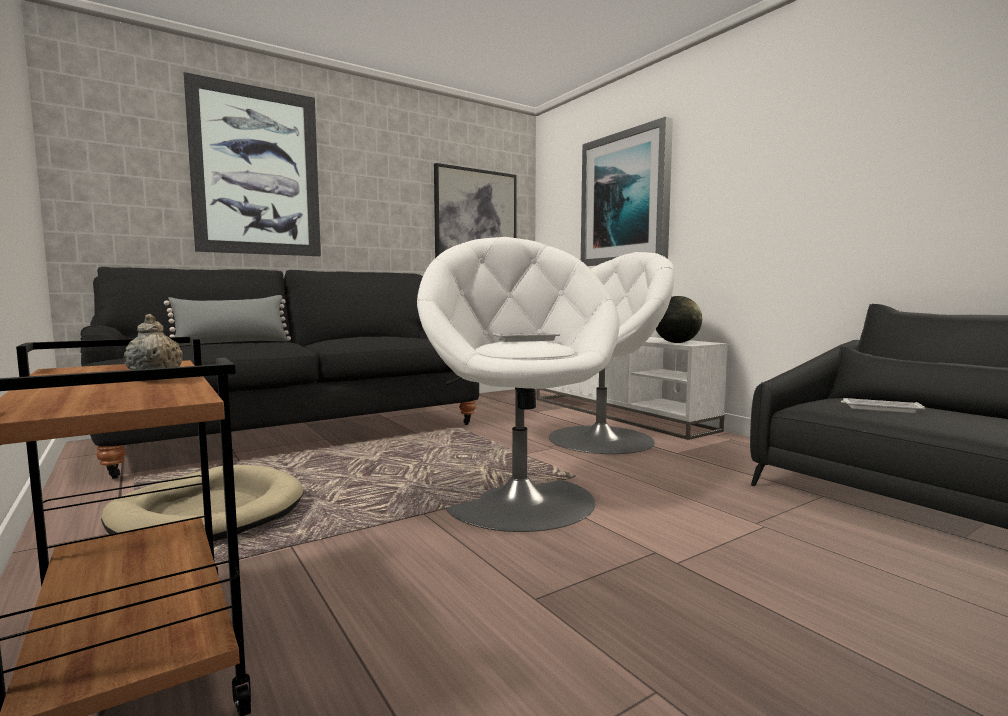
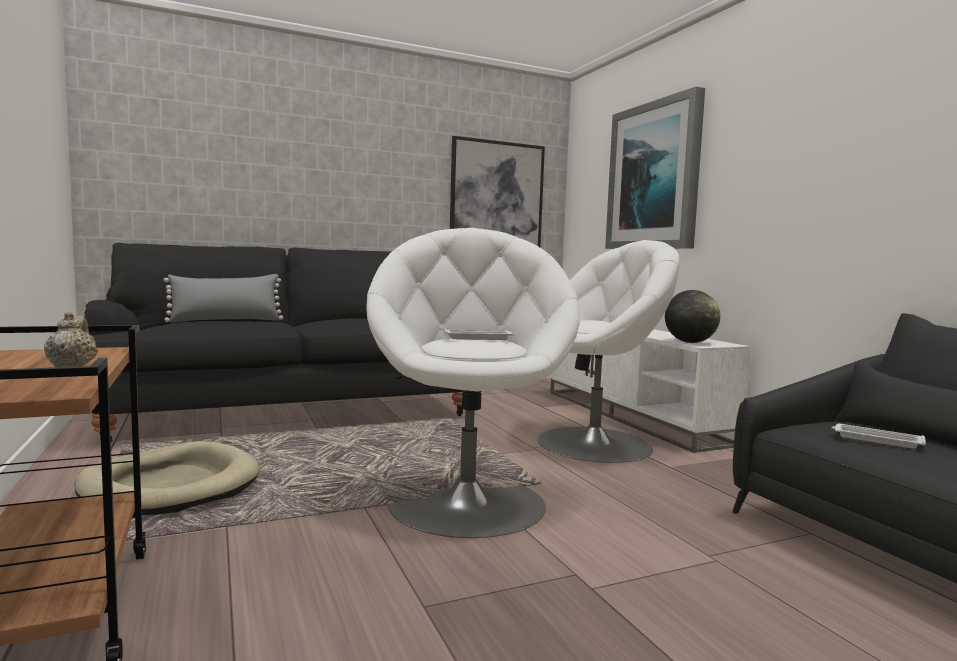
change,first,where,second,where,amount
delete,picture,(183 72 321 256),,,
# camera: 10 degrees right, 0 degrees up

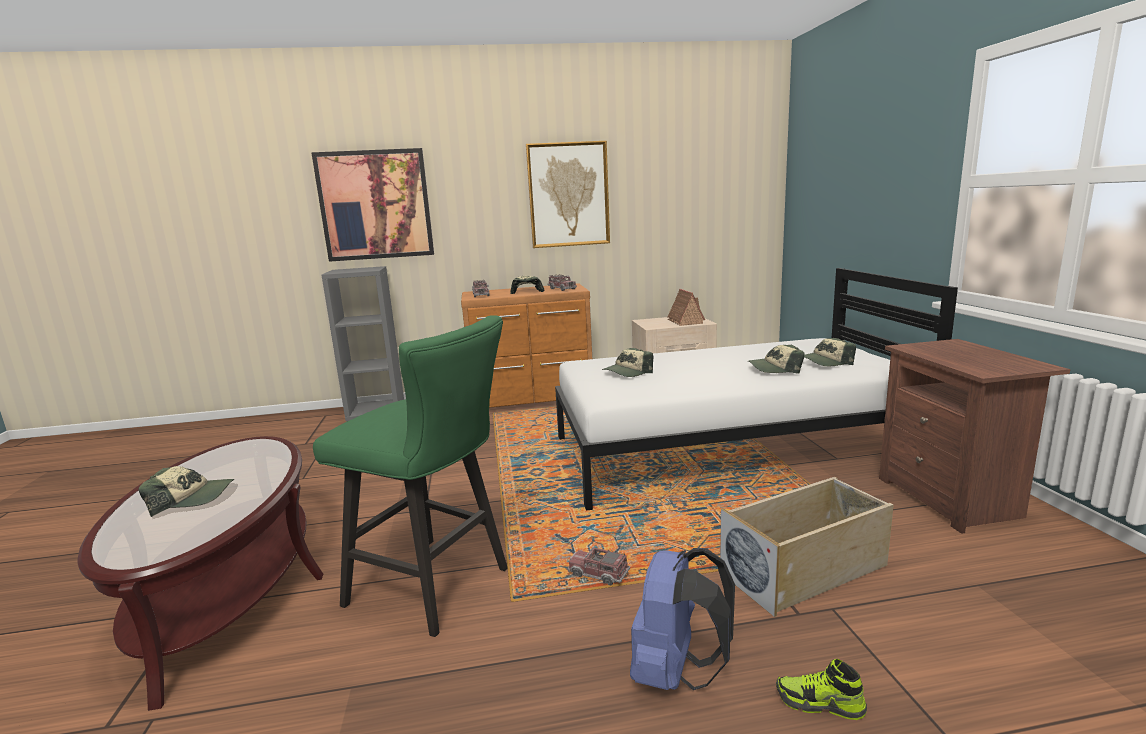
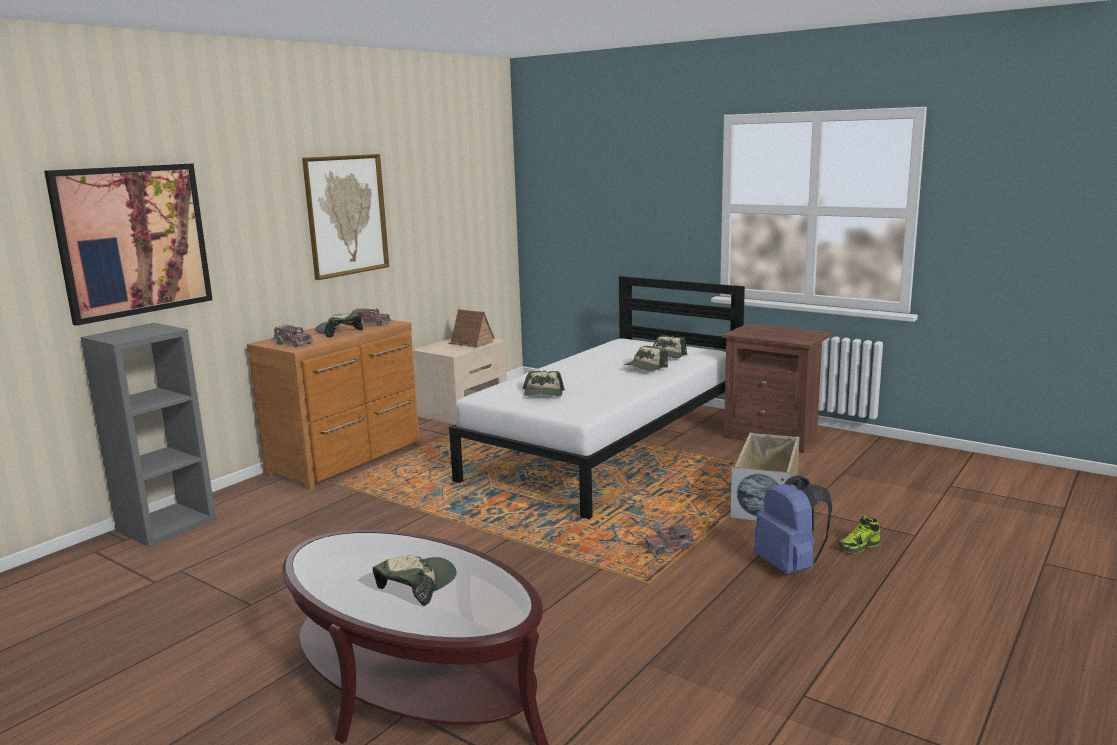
change,first,where,second,where,amount
delete,stool/green,(313 315 508 637),,,
# camera: 45 degrees left, 0 degrees up

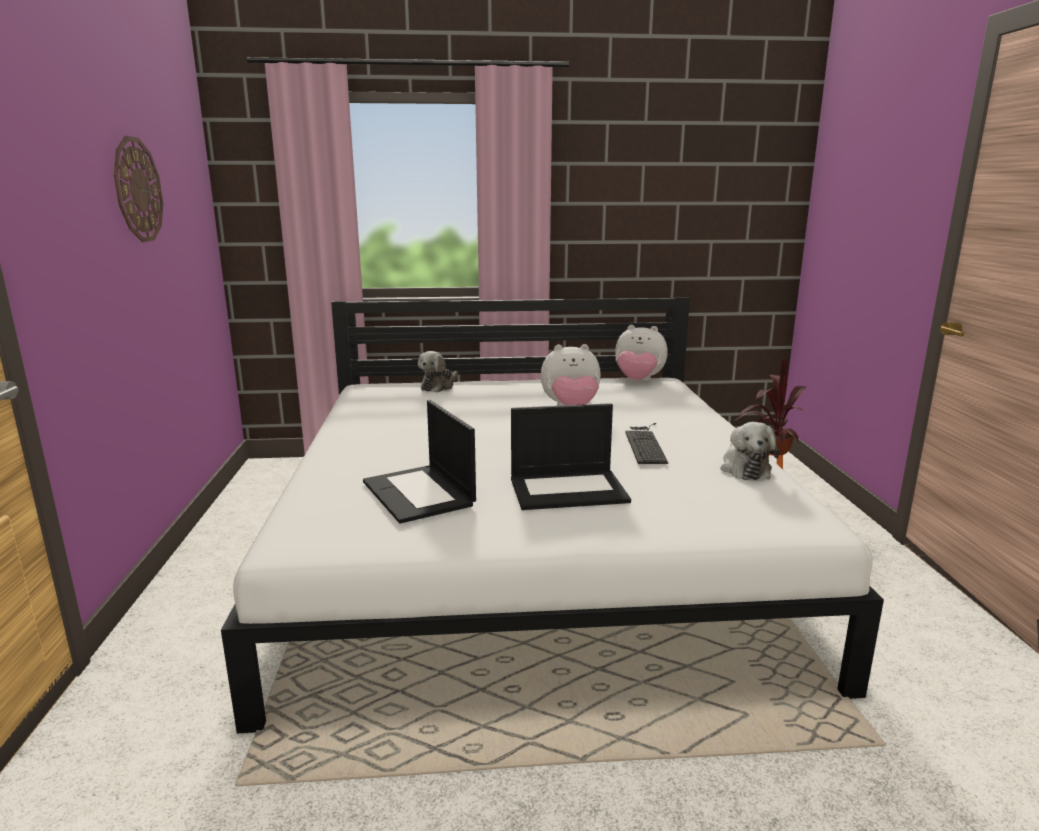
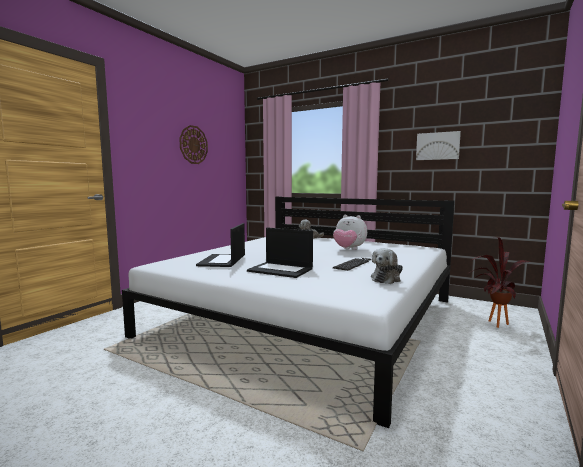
change,first,where,second,where,amount
insert,,,picture,(416 131 461 160),
delete,plush toy,(615 325 668 381),,,
# camera: 35 degrees right, 10 degrees down

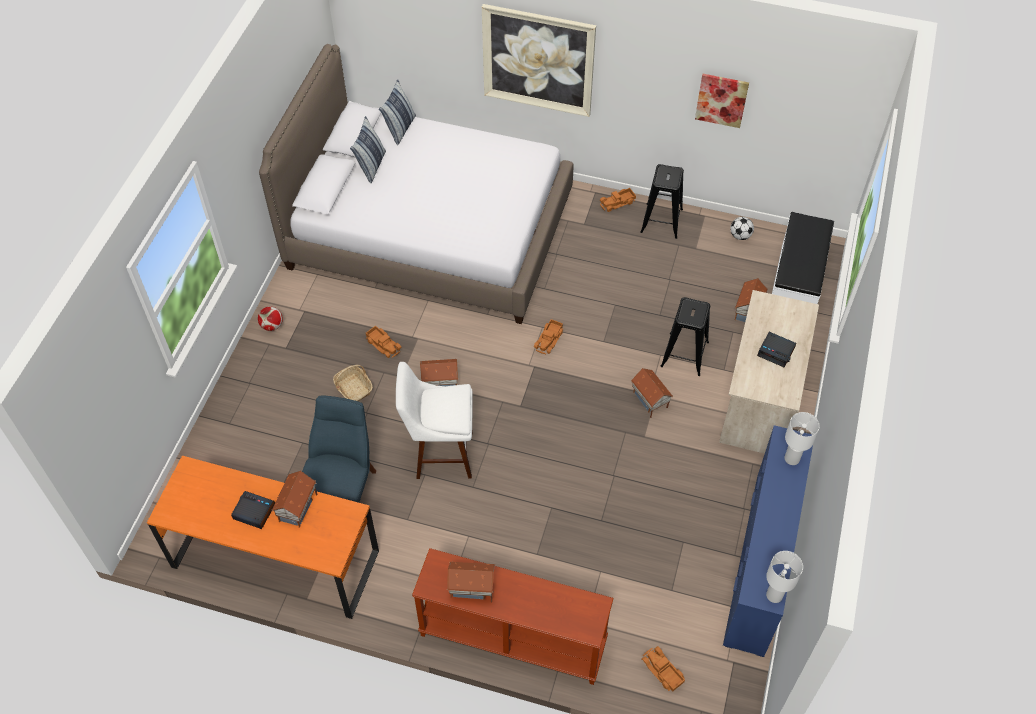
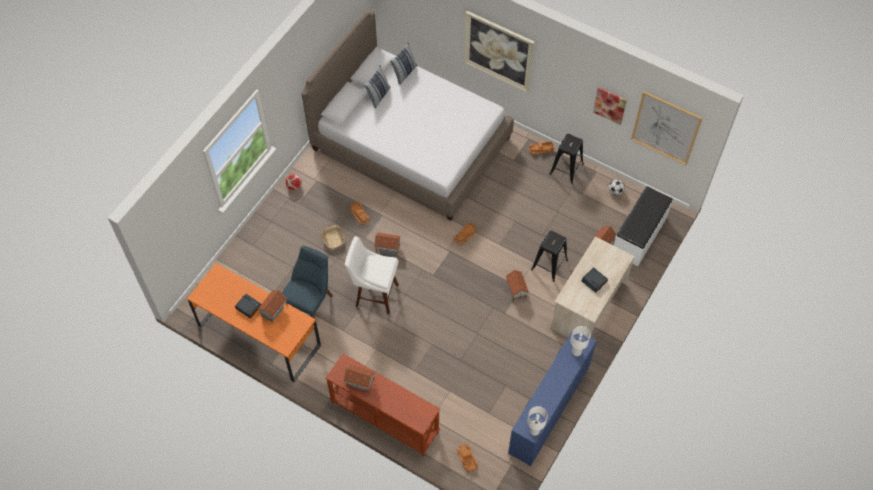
change,first,where,second,where,amount
insert,,,picture,(631 91 702 165),
# camera: 15 degrees right, 5 degrees up

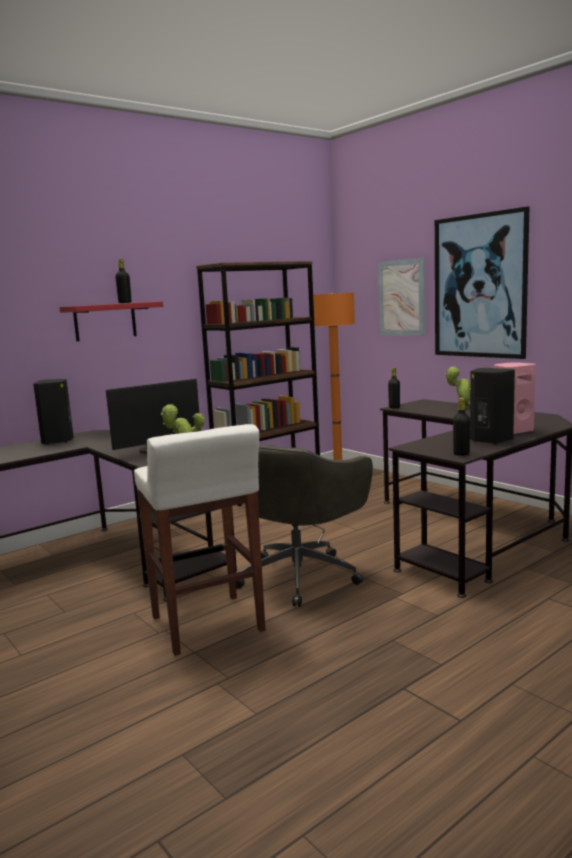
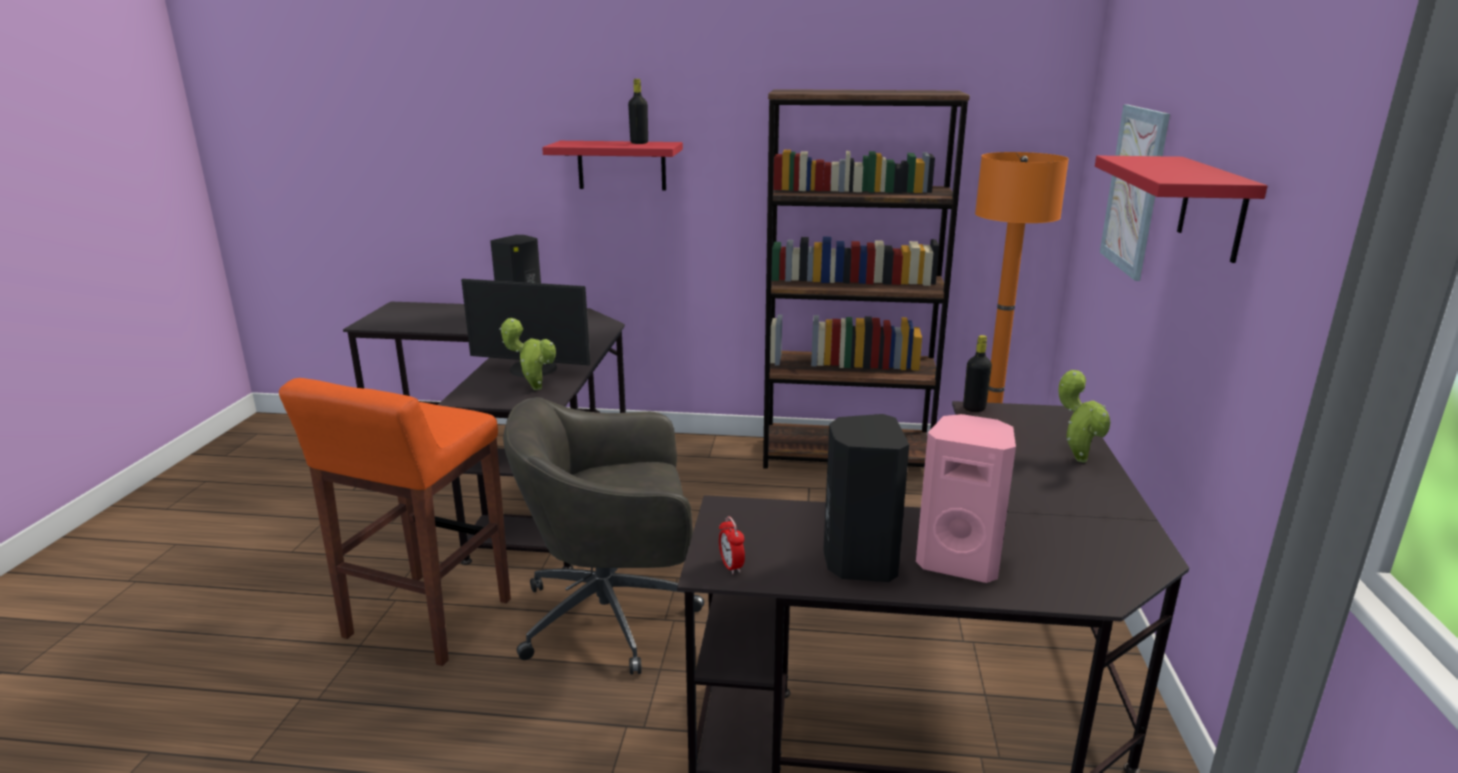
change,first,where,second,where,amount
recolor,stool/white,(134 424 265 656),stool/orange,(279 378 511 666),
replace,bottle/black,(453 398 470 456),alarm clock,(719 516 745 574),
replace,picture,(435 206 529 359),shelf/red,(1095 155 1268 263),
# camera: 45 degrees right, 10 degrees up

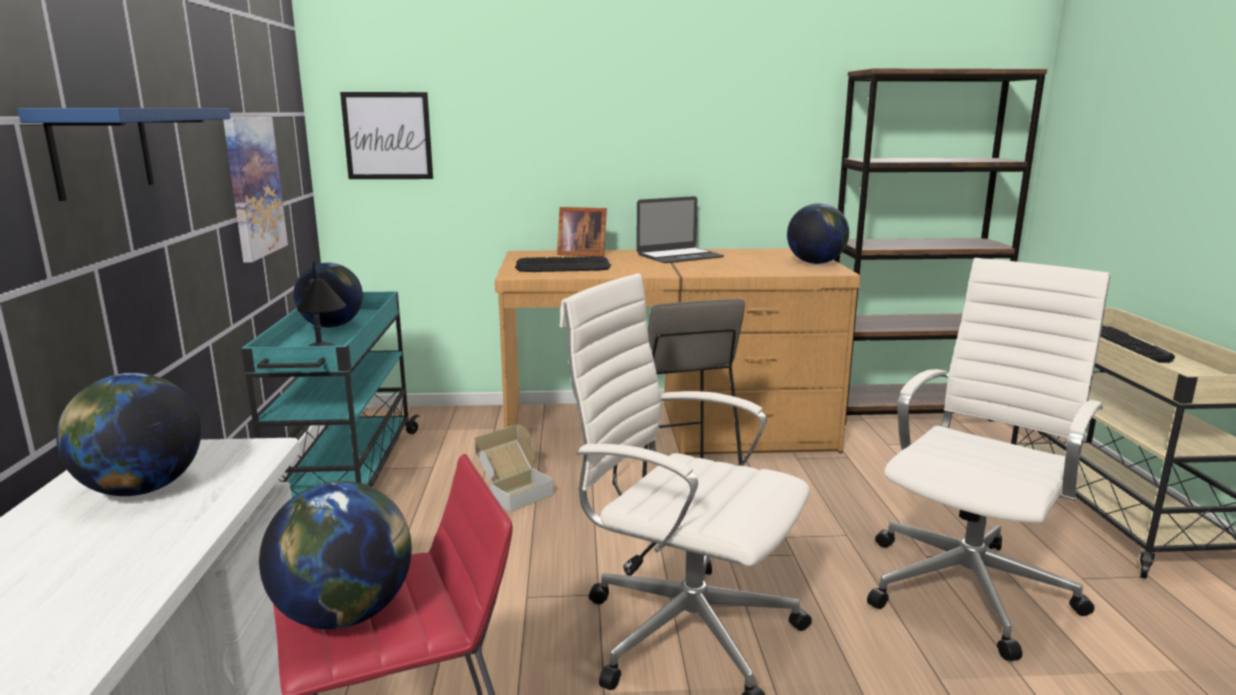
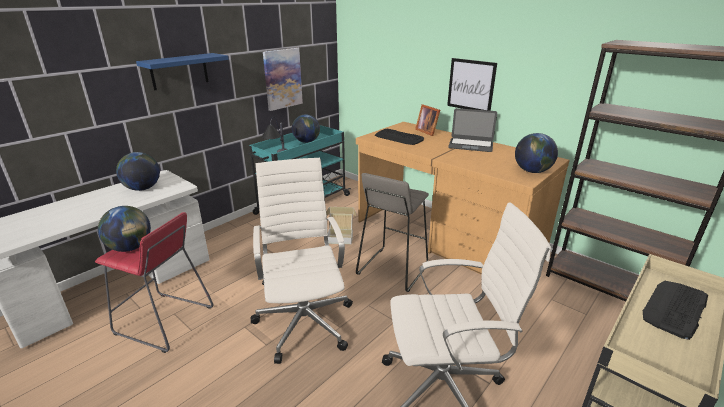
change,first,where,second,where,amount
move,picture,(340 92 433 179),,(447 58 497 111),
# camera: 45 degrees right, 10 degrees up

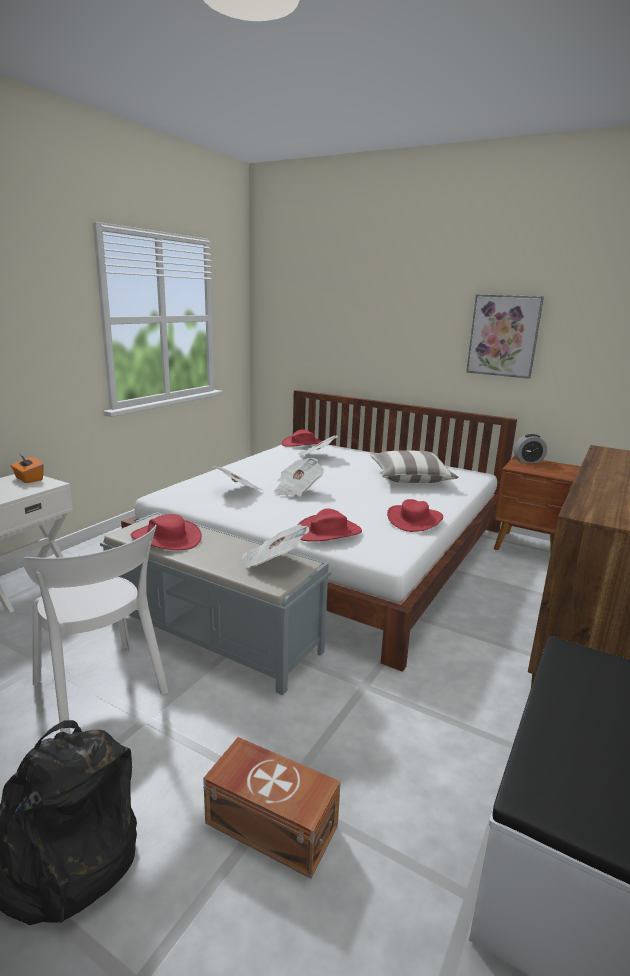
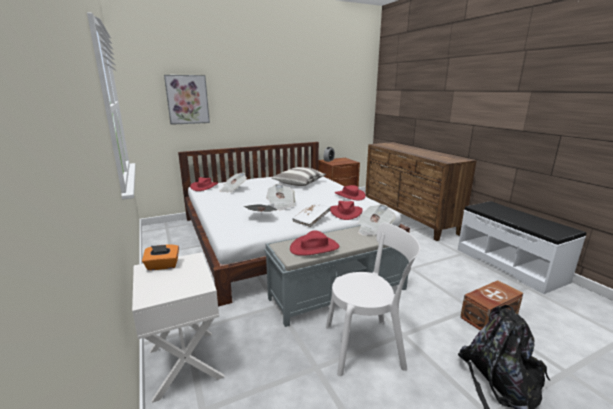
change,first,where,second,where,amount
move,picture,(466 294 544 379),,(164 75 210 125),
insert,,,book/white,(292 203 331 227),
# camera: 55 degrees left, 0 degrees up

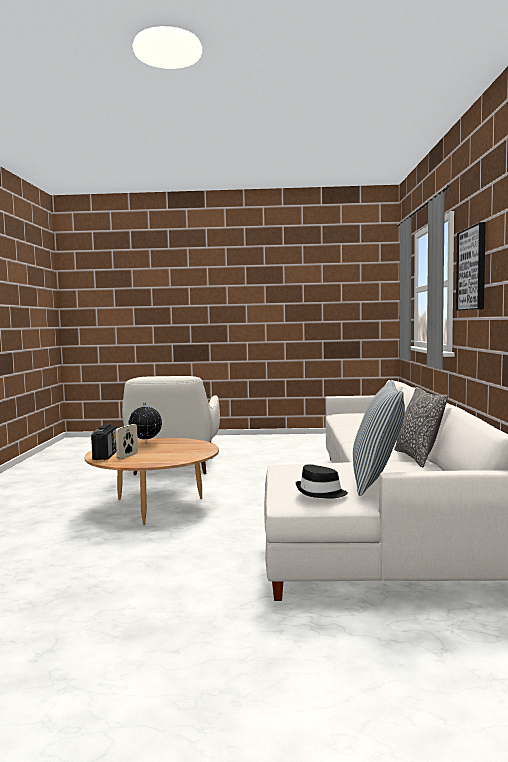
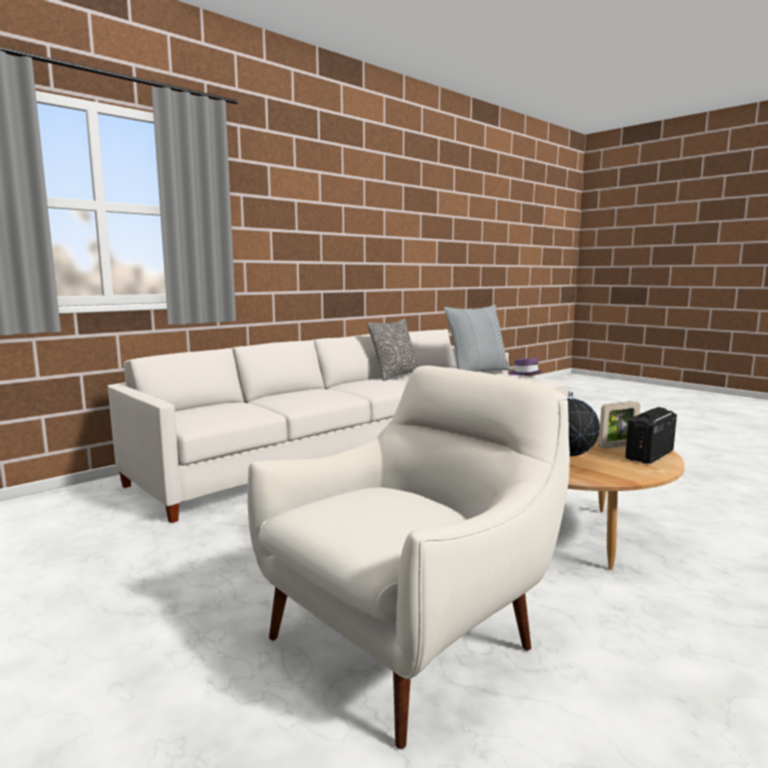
change,first,where,second,where,amount
recolor,hat/black,(296 464 348 499),hat/purple,(509 358 542 375),
delete,picture,(456 222 486 311),,,
# camera: 135 degrees left, 5 degrees up

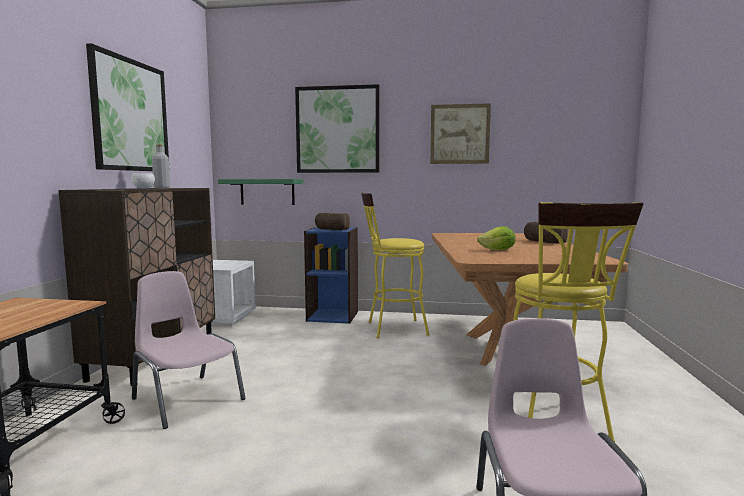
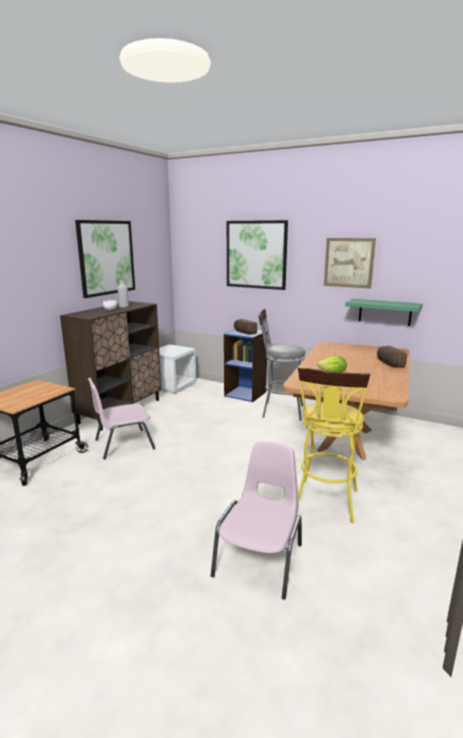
change,first,where,second,where,amount
rotate,chair/pink,(132 271 246 429),,(88 378 155 459),90 degrees counterclockwise
recolor,stool/yellow,(361 192 430 338),stool/grey,(258 309 305 421),
move,shelf/green,(218 179 303 205),,(345 299 422 326),
# camera: 20 degrees right, 10 degrees up

